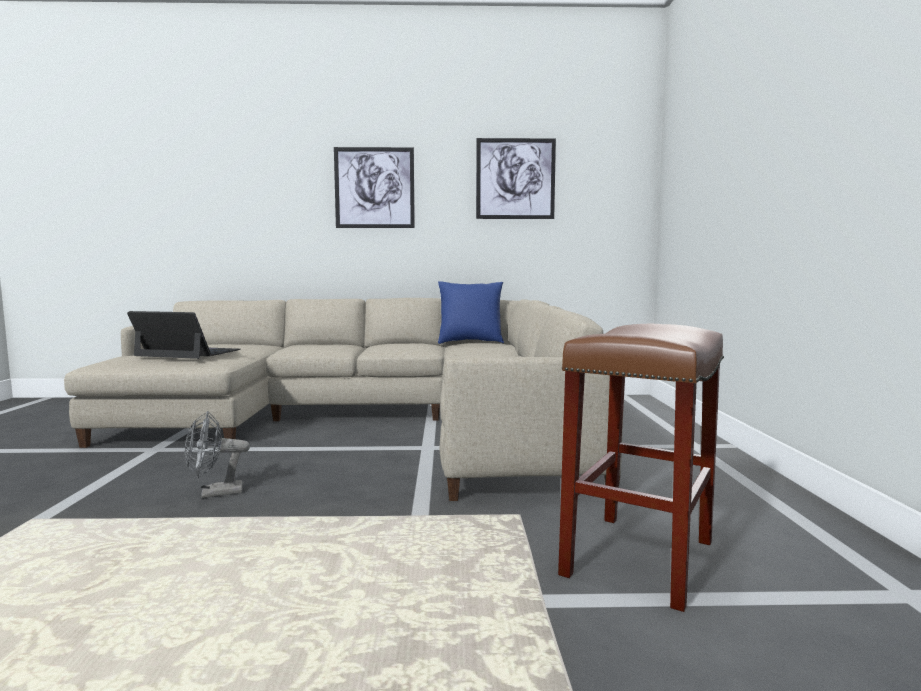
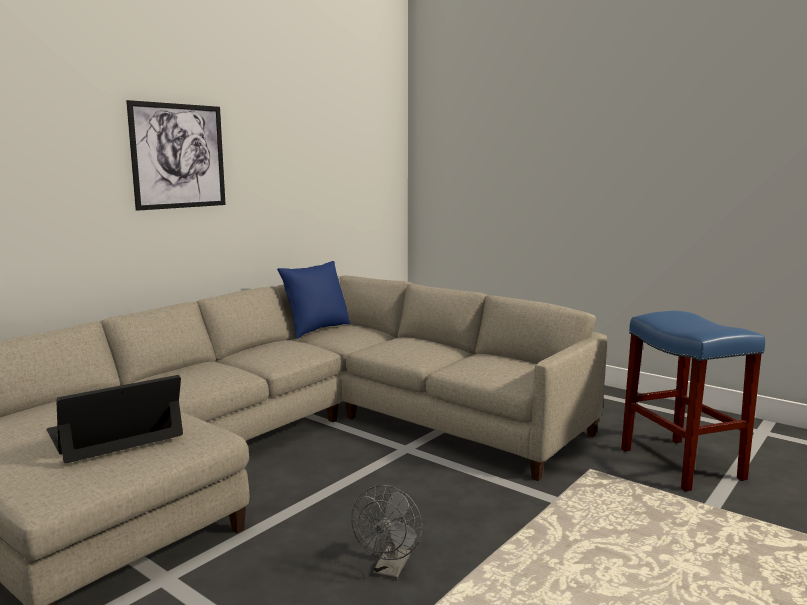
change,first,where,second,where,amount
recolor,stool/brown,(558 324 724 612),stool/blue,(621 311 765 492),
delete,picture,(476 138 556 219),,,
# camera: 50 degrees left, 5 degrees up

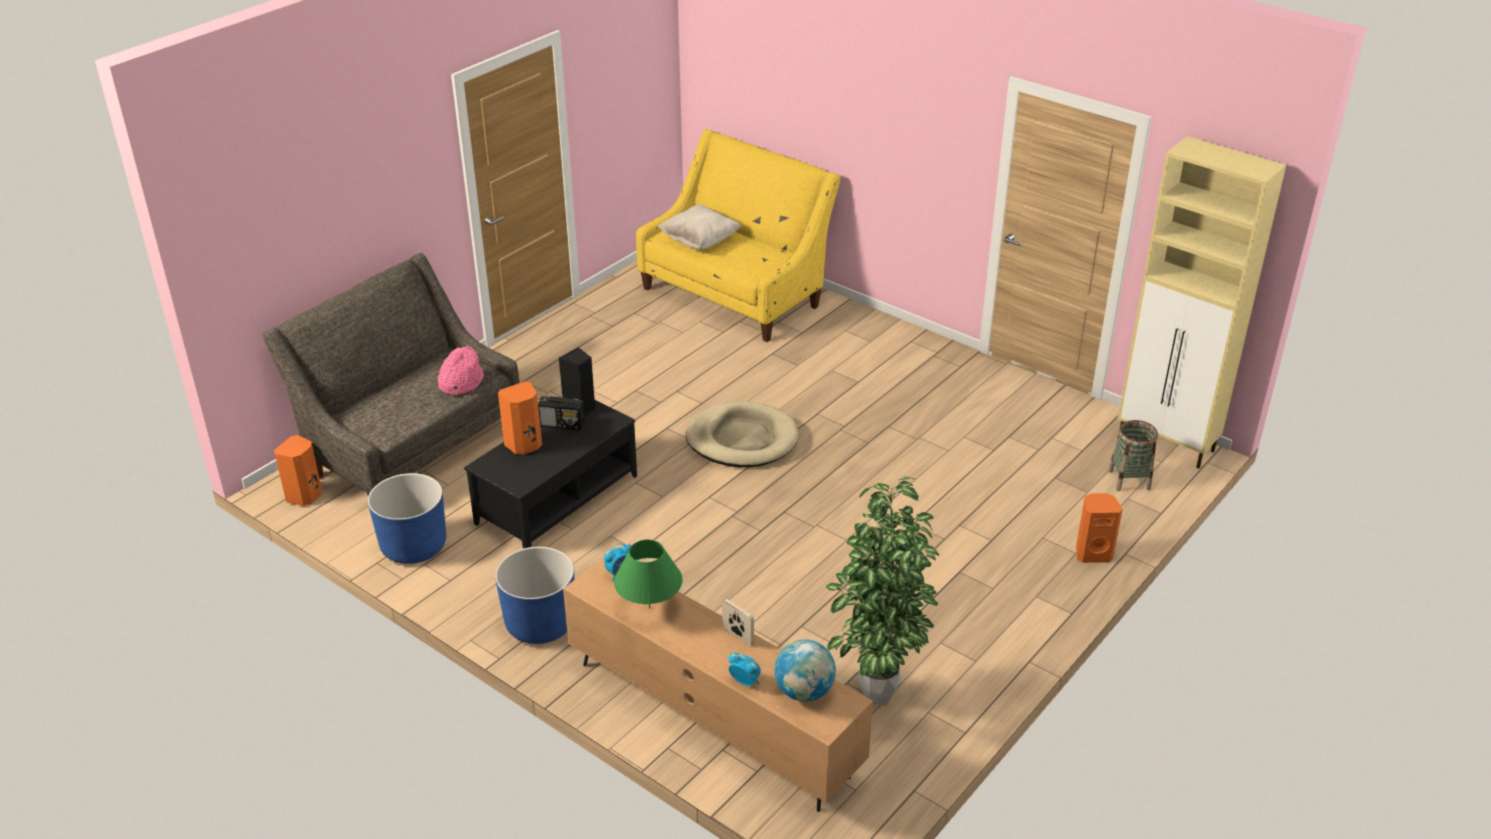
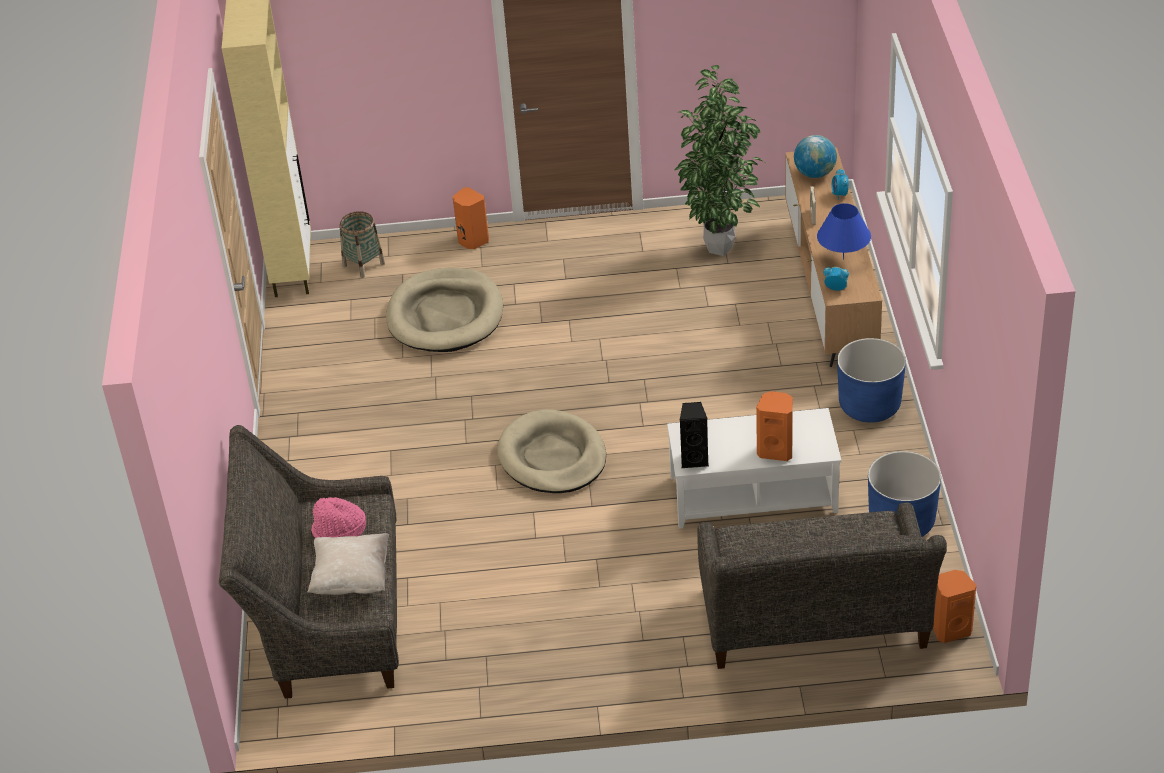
change,first,where,second,where,amount
recolor,sofa/yellow,(636 129 840 342),sofa/grey,(219 425 399 699),
move,hat/pink,(438 346 484 395),,(311 497 366 538),
insert,,,dog bed/beige,(386 268 503 352),
recolor,coffee table/black,(464 400 637 549),coffee table/white,(667 408 841 529),
recolor,table lamp/green,(614 540 683 608),table lamp/blue,(817 203 871 260),
delete,radio,(538 396 585 431),,,
# camera: 130 degrees left, 5 degrees up

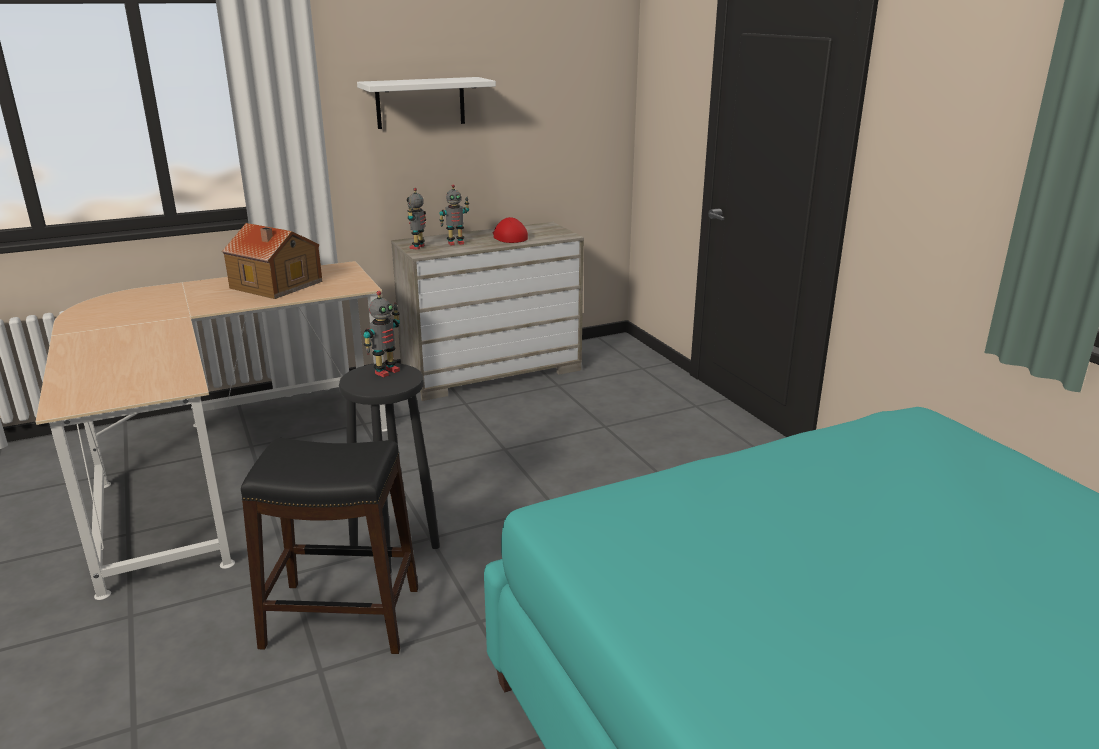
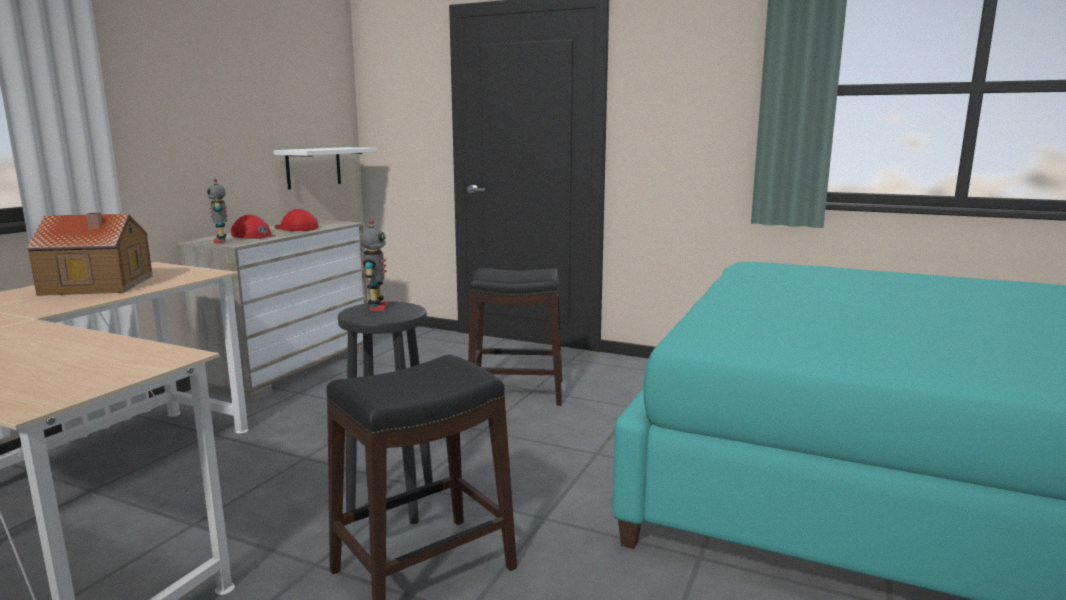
change,first,where,second,where,amount
replace,toy robot,(439 184 469 246),cap/red,(231 214 275 239),
move,shelf/white,(357 77 496 129),,(274 147 377 190),
insert,,,stool/black,(468 268 562 406),
# camera: 40 degrees left, 10 degrees down

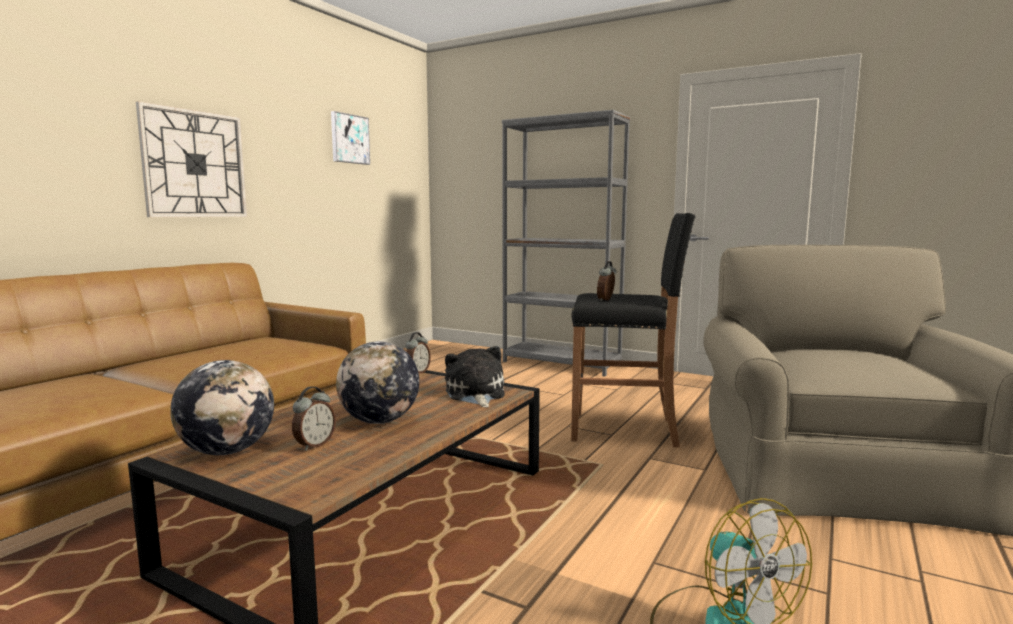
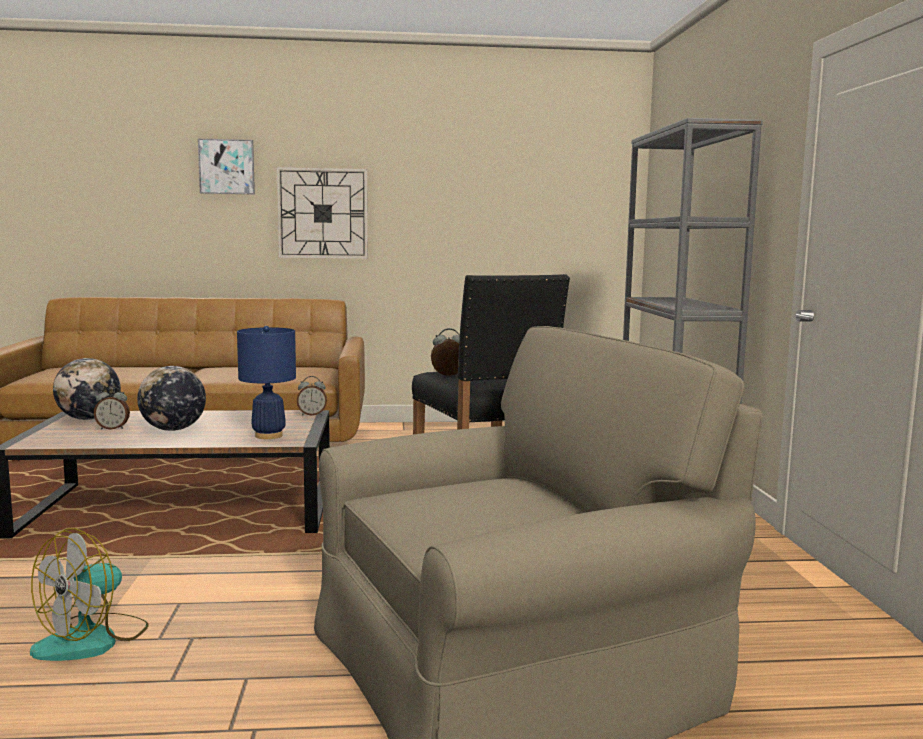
change,first,where,second,where,amount
move,picture,(331 111 370 165),,(198 139 255 194),
replace,plush toy,(445 346 505 408),table lamp/blue,(237 326 296 439),
# camera: 55 degrees right, 0 degrees up

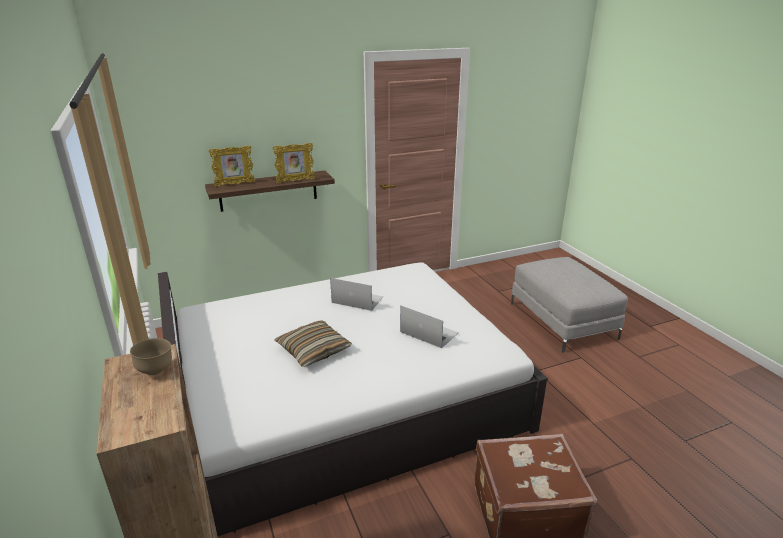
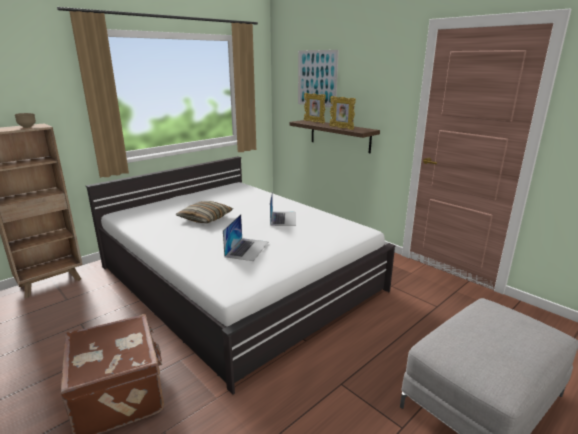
change,first,where,second,where,amount
insert,,,picture,(298 50 339 108),
# camera: 70 degrees right, 5 degrees down

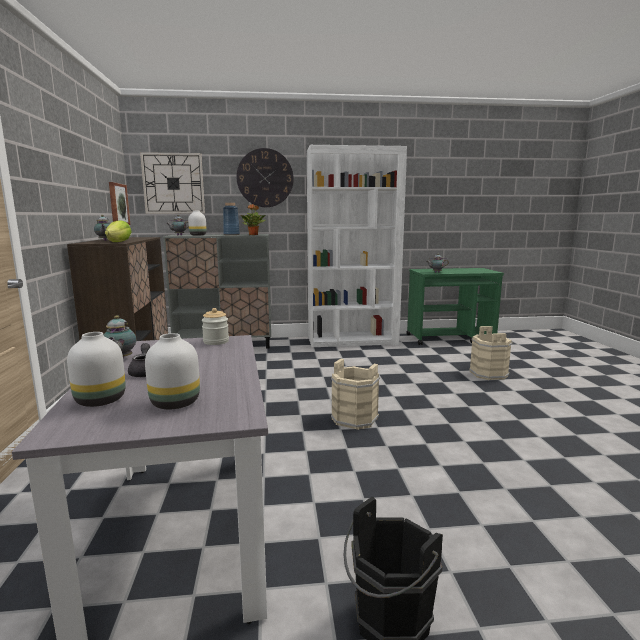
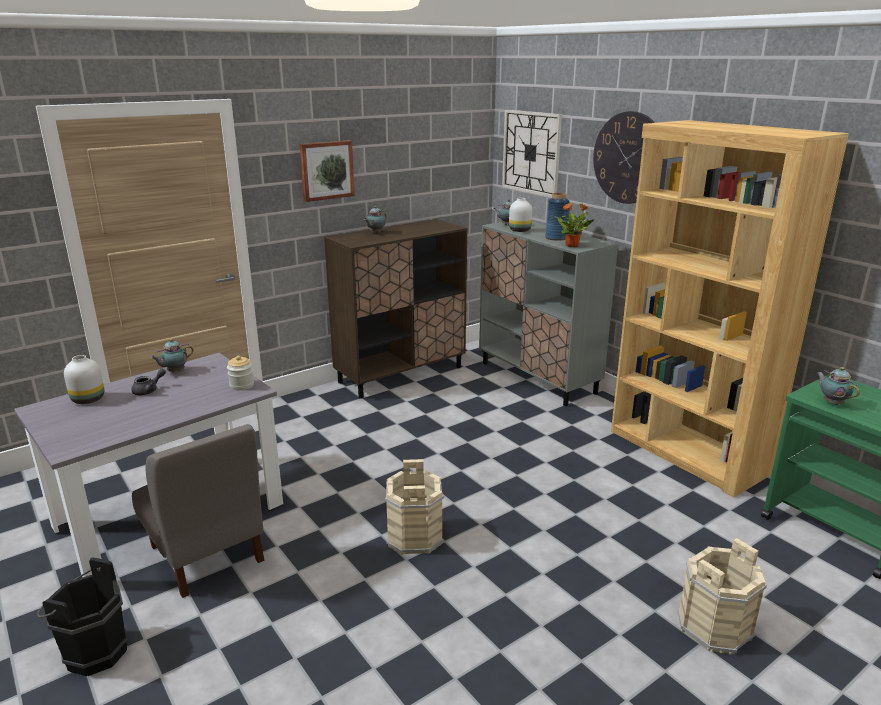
change,first,where,second,where,amount
insert,,,chair/grey,(132 424 265 598),
move,picture,(109 182 130 225),,(299 140 355 202),
recolor,bookcase/white,(307 145 407 347),bookcase/brown,(611 120 849 498),
delete,lettuce,(105 220 131 242),,,
delete,vase/white,(145 333 200 409),,,
# camera: 60 degrees right, 10 degrees up

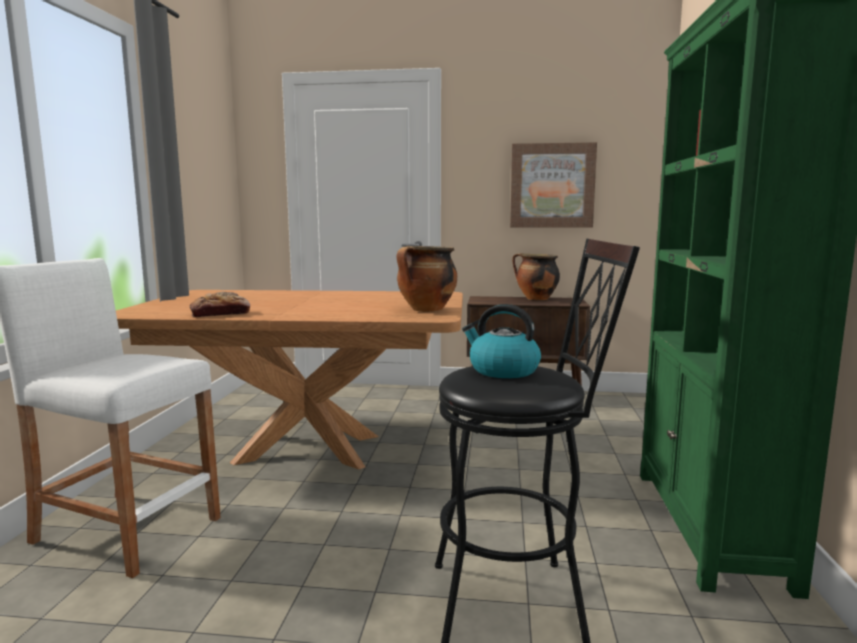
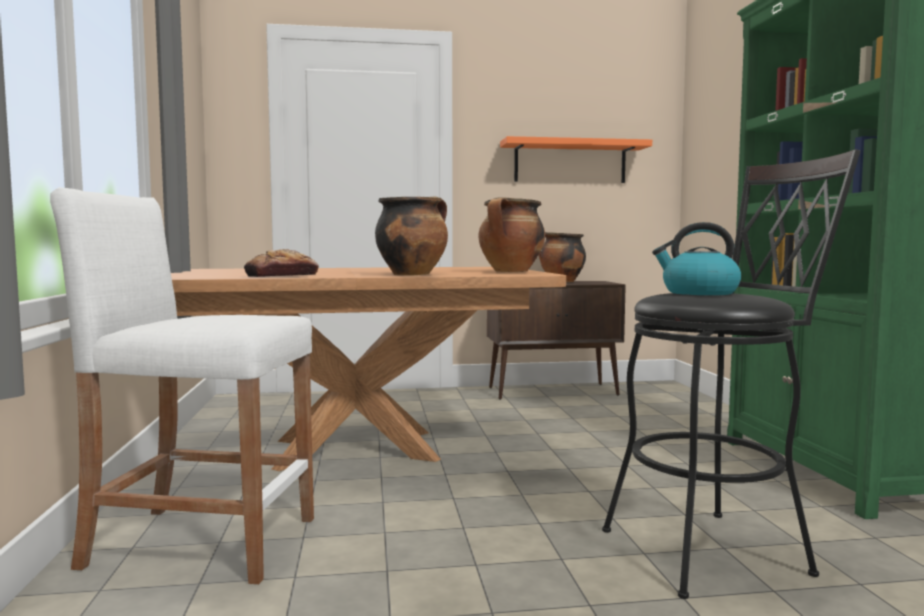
change,first,where,second,where,amount
insert,,,cooking pot,(375 196 448 276),
replace,picture,(510 142 597 228),shelf/orange,(500 136 652 183),
# camera: 15 degrees left, 5 degrees down

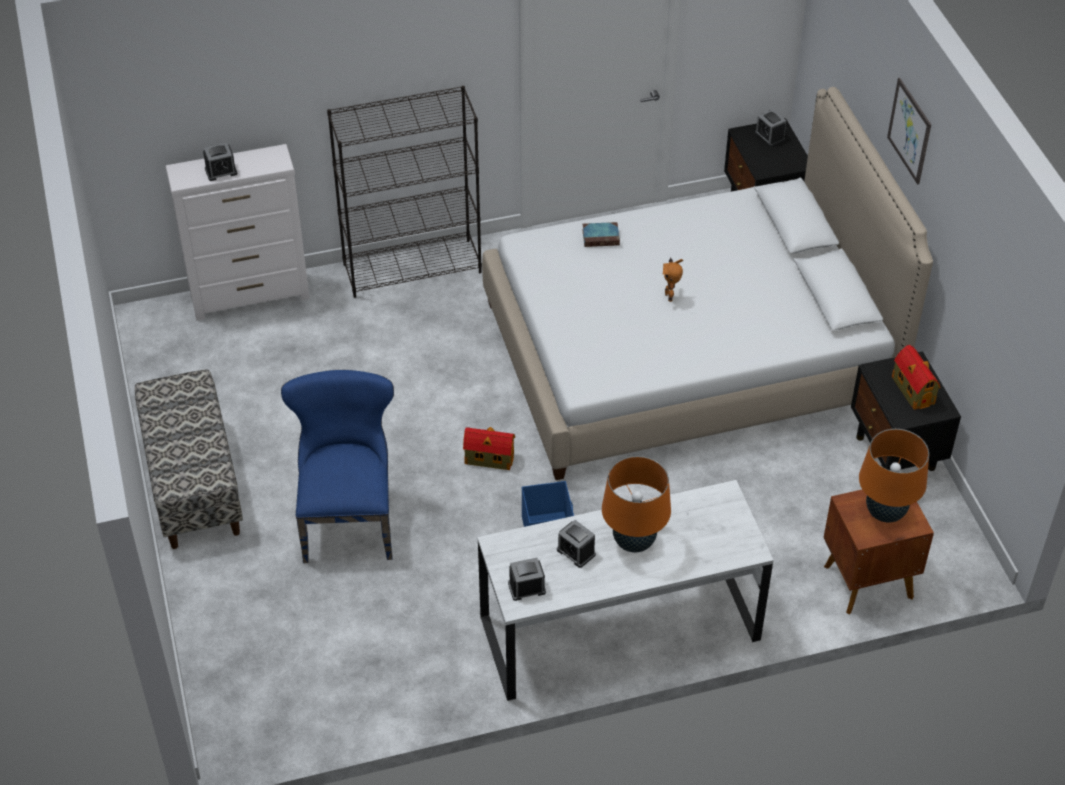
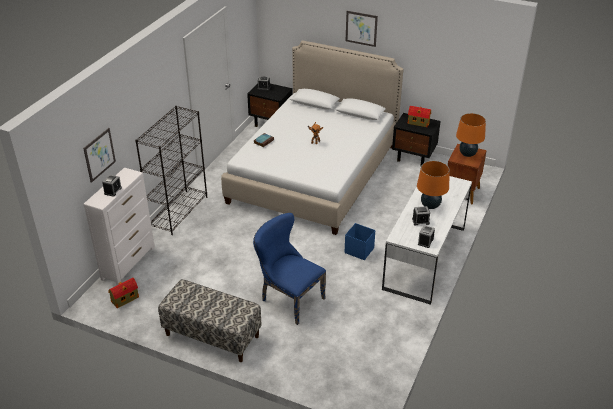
change,first,where,second,where,amount
insert,,,picture,(83 128 116 183),
move,toy house,(463 427 515 470),,(108 278 139 308),
# camera: 50 degrees left, 10 degrees down

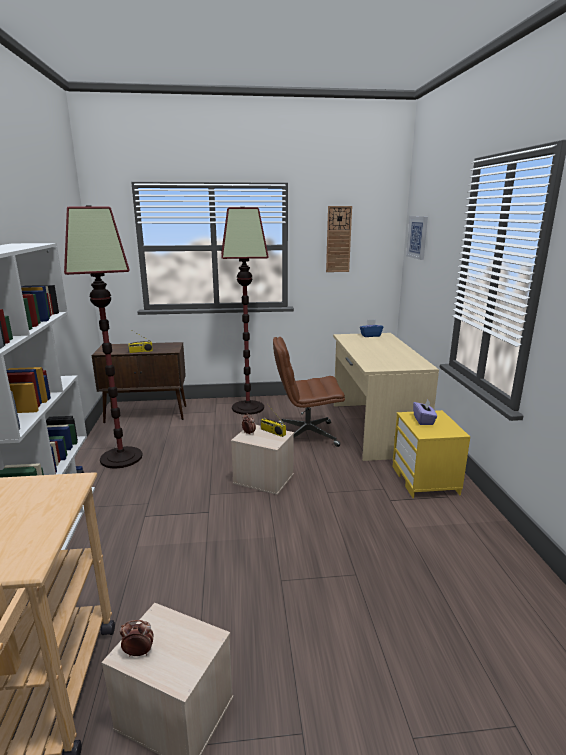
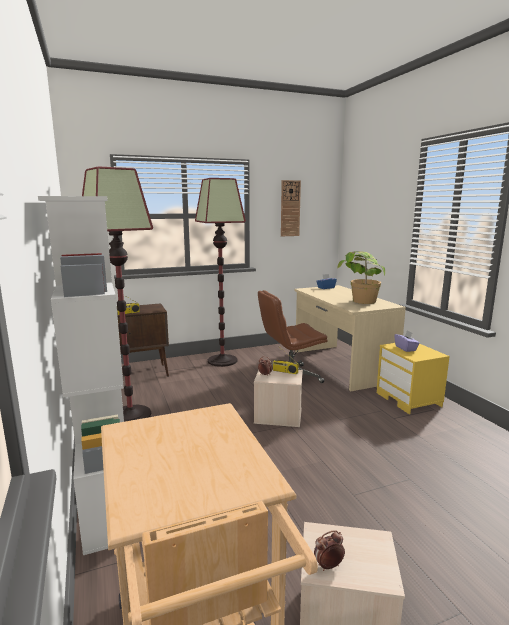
change,first,where,second,where,amount
insert,,,potted plant,(337 251 385 304),
delete,picture,(406 216 428 260),,,
# camera: 15 degrees left, 5 degrees down

